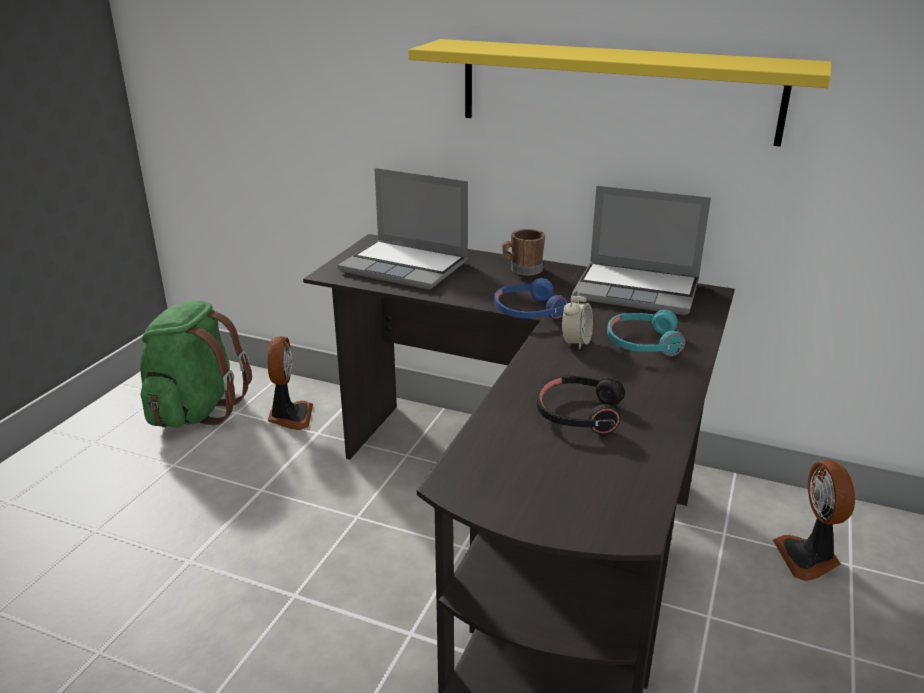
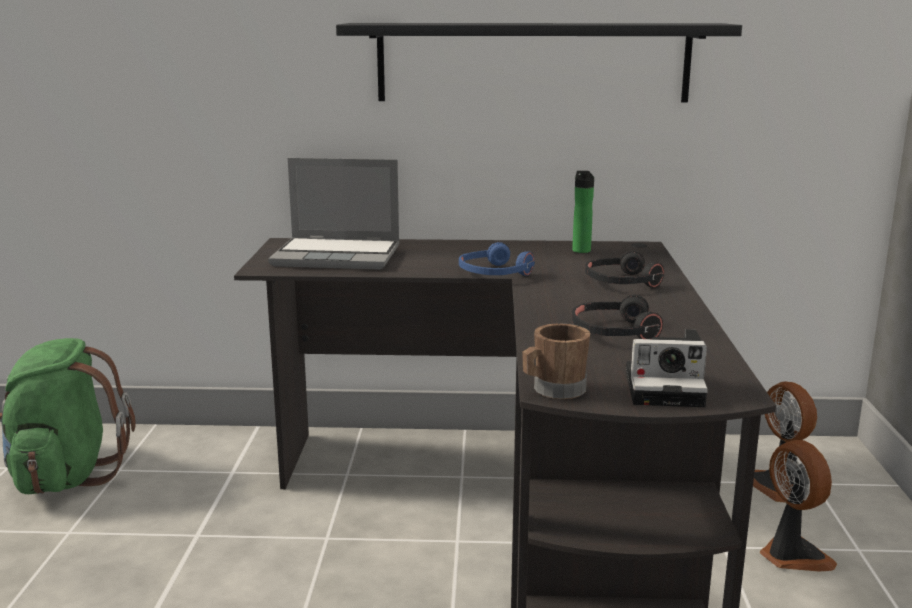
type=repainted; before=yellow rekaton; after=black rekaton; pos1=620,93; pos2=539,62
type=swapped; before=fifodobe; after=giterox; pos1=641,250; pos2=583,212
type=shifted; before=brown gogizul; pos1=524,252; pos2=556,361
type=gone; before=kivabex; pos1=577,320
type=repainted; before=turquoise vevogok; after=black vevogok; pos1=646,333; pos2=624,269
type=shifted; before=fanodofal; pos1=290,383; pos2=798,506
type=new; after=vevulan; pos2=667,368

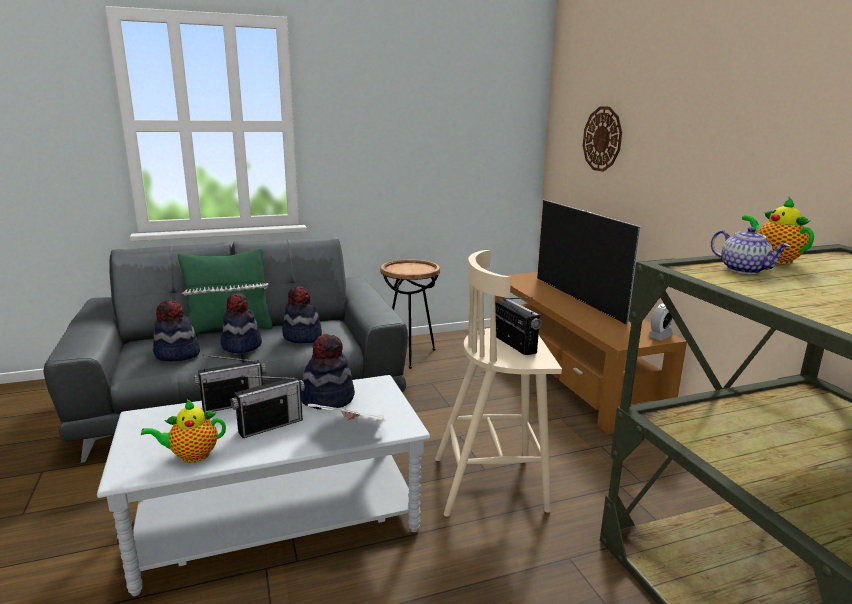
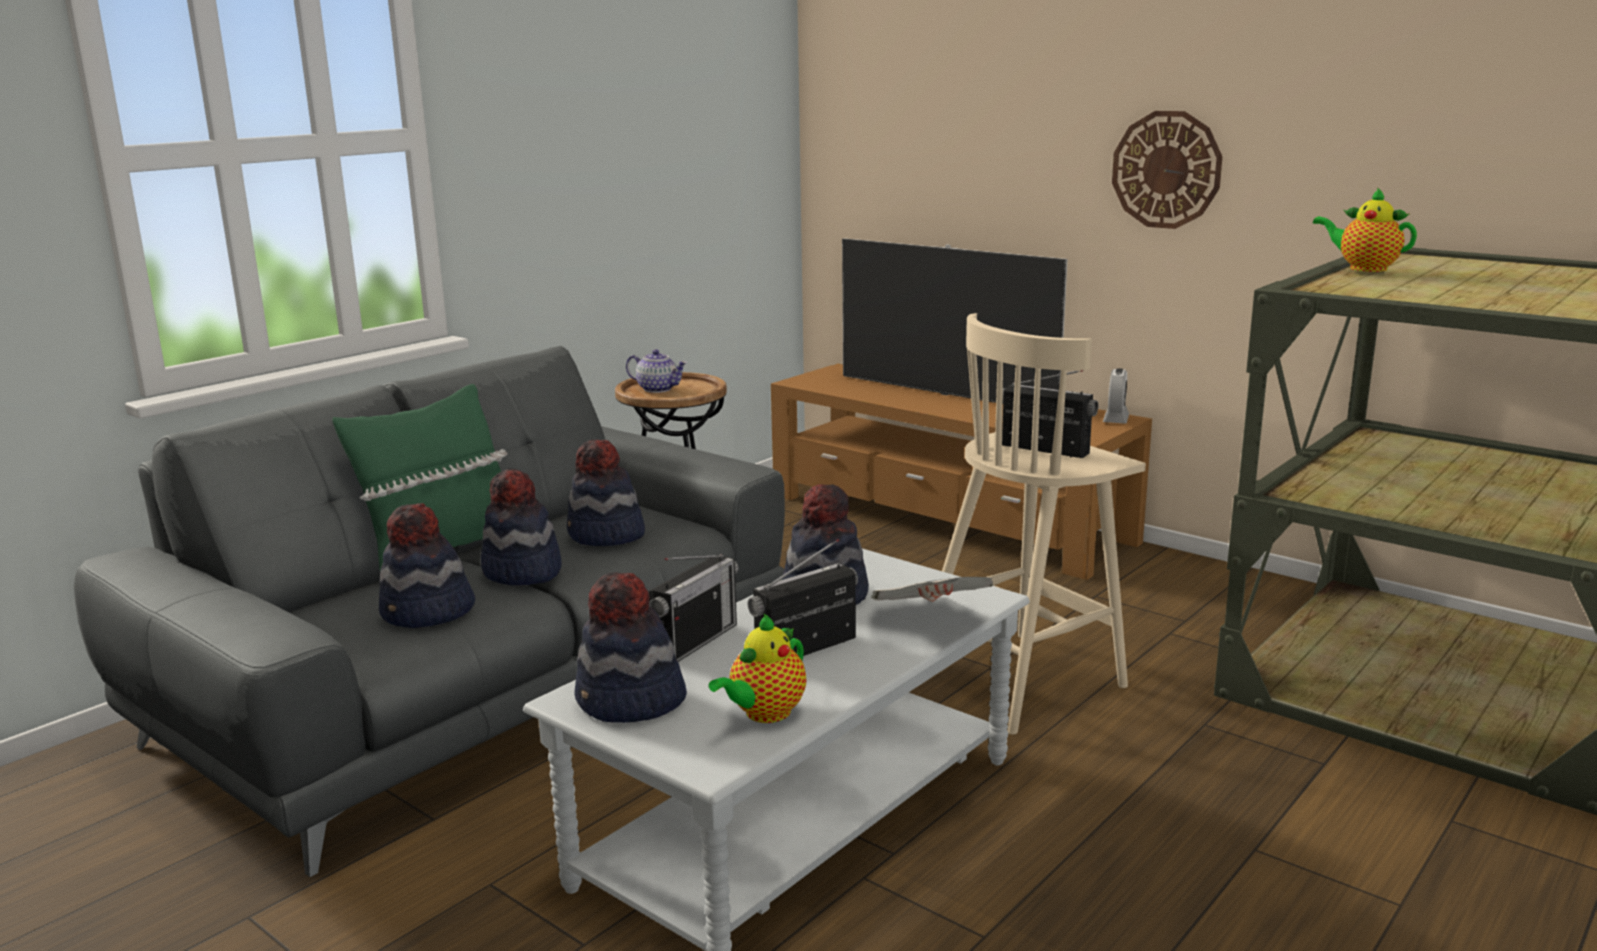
type=shifted; before=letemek; pos1=602,139; pos2=1167,170
type=shifted; before=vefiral; pos1=750,250; pos2=656,371
type=rotated; before=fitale; pos1=268,407; pos2=803,597; turn=-150
type=new; after=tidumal; pos2=630,647

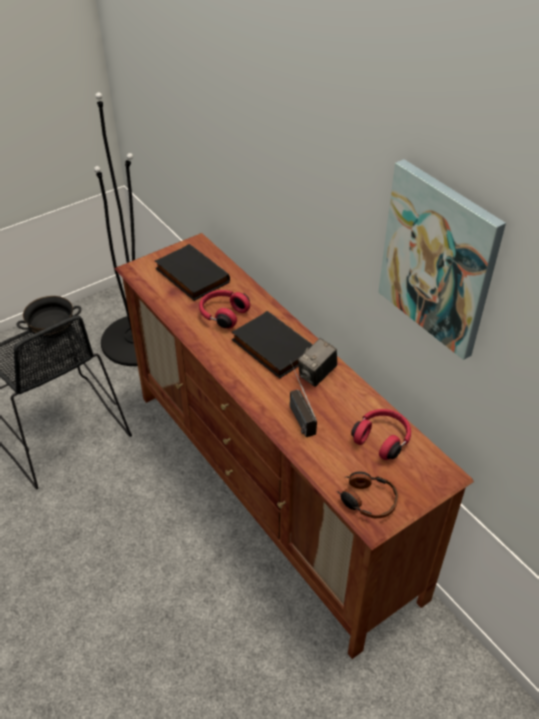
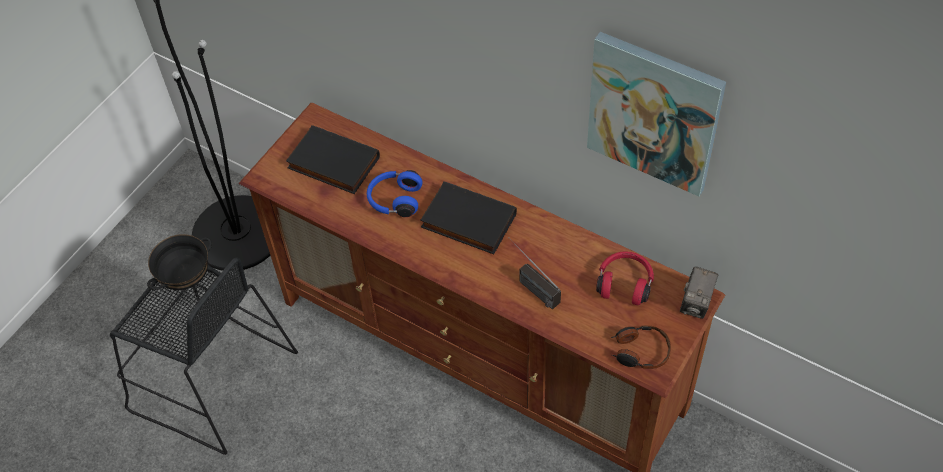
type=repainted; before=red vevogok; after=blue vevogok; pos1=224,309; pos2=394,193
type=shifted; before=vevulan; pos1=317,362; pos2=699,292

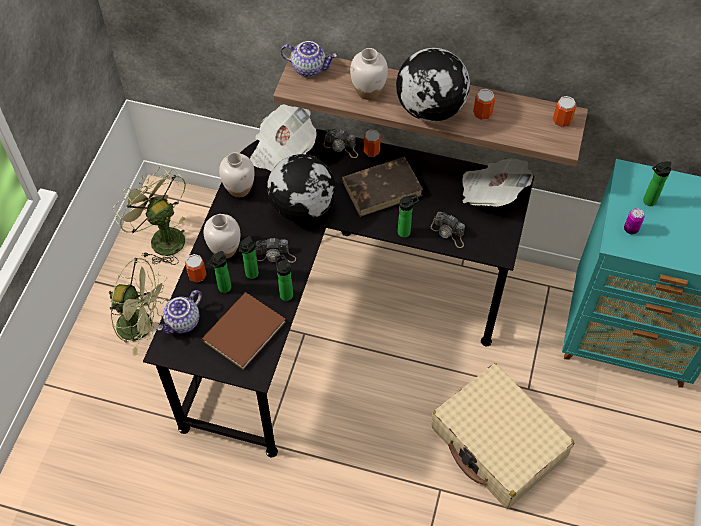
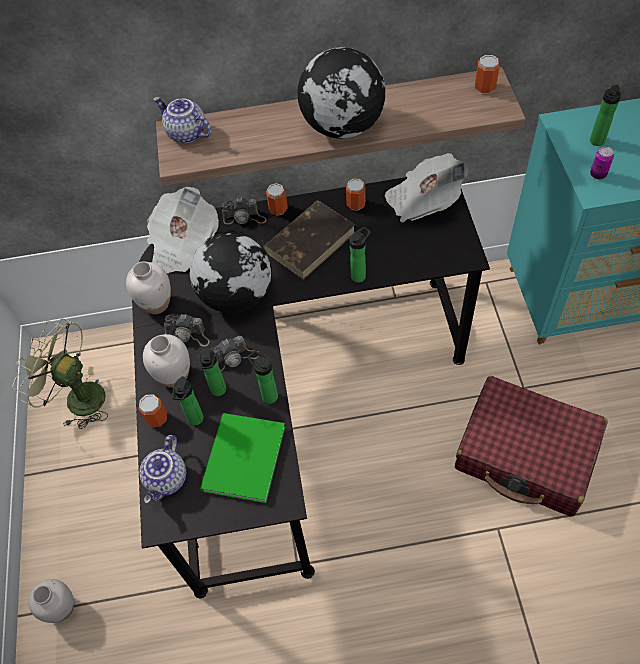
type=rotated; before=vefiral; pos1=308,59; pos2=182,120; turn=-135
type=shifted; before=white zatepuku; pos1=369,74; pos2=51,601
type=shifted; before=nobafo; pos1=484,104; pos2=356,194
type=shifted; before=vevulan; pos1=448,230; pos2=187,330
type=gone; before=green fanodofal; pos1=138,306
type=repainted; before=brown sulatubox; after=green sulatubox; pos1=244,331; pos2=242,458
type=repainted; before=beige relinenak; after=red relinenak; pos1=503,436; pos2=531,446

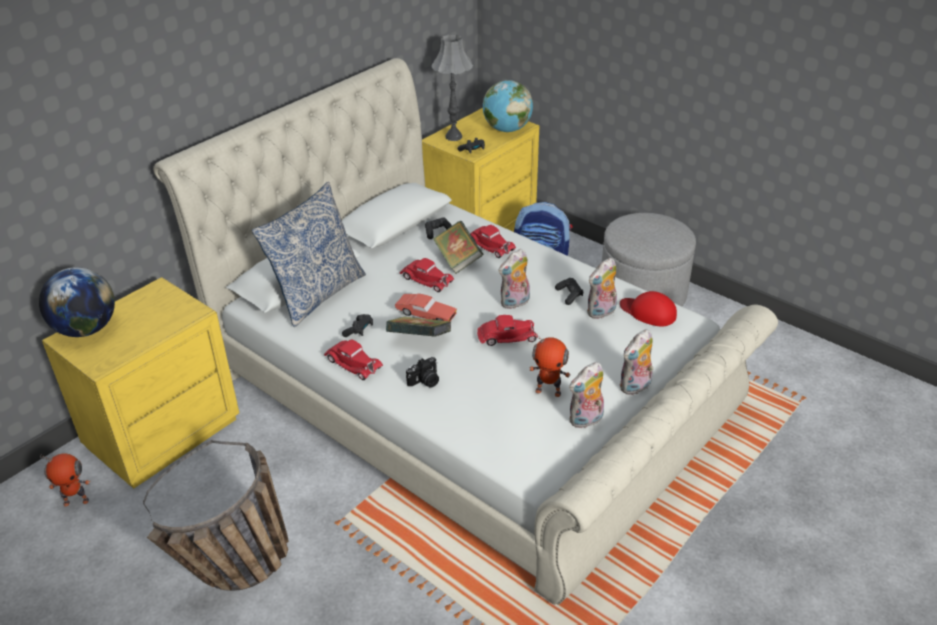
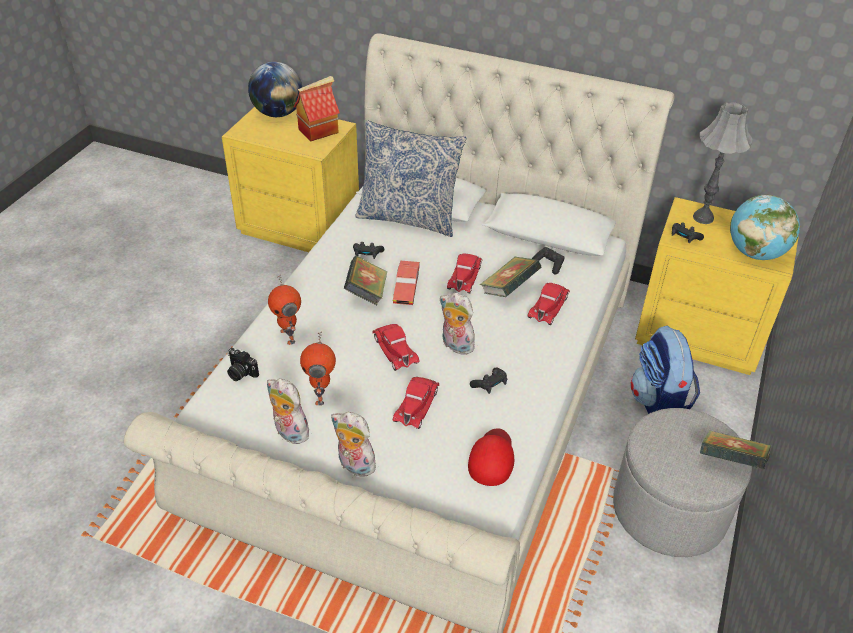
type=gone; before=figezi; pos1=602,288
type=shifted; before=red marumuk; pos1=353,359; pos2=415,403
type=shifted; before=vevulan; pos1=422,372; pos2=243,364
type=gone; before=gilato; pos1=216,515
type=shifted; before=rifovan; pos1=65,480; pos2=284,309
type=new; after=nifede; pos2=316,108
type=new; after=sulatubox; pos2=735,450

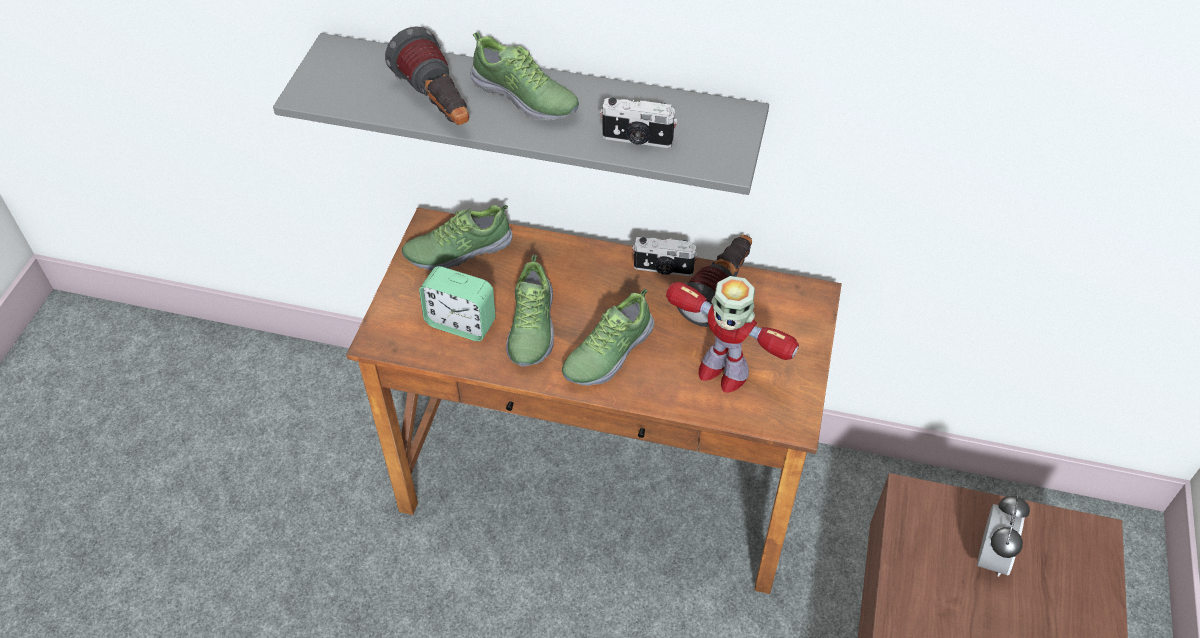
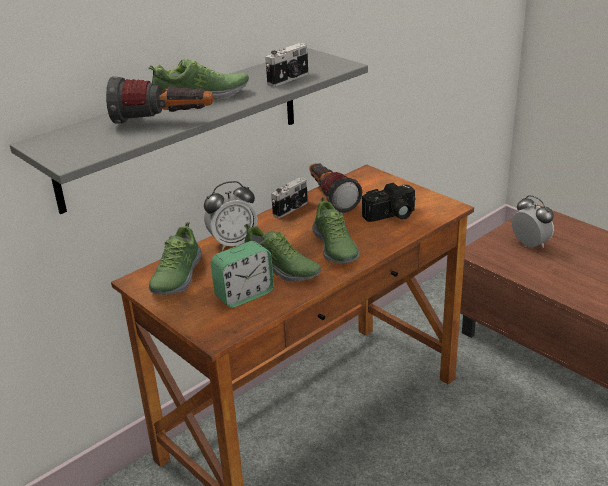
type=swapped; before=rifovan; after=vevulan; pos1=732,334; pos2=389,202
type=new; after=kivabex; pos2=230,216

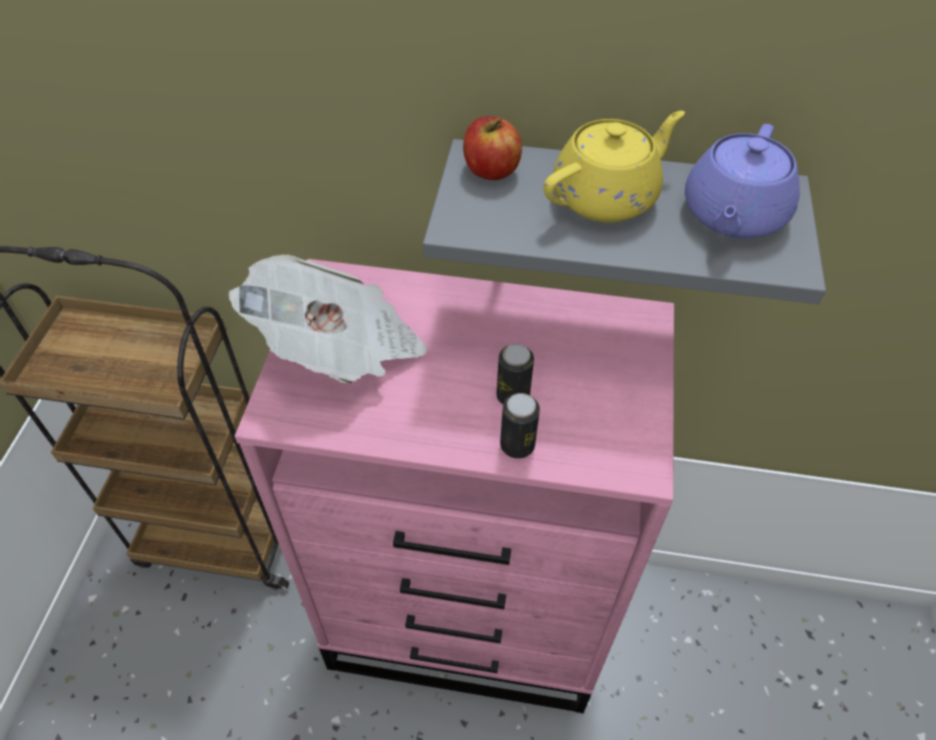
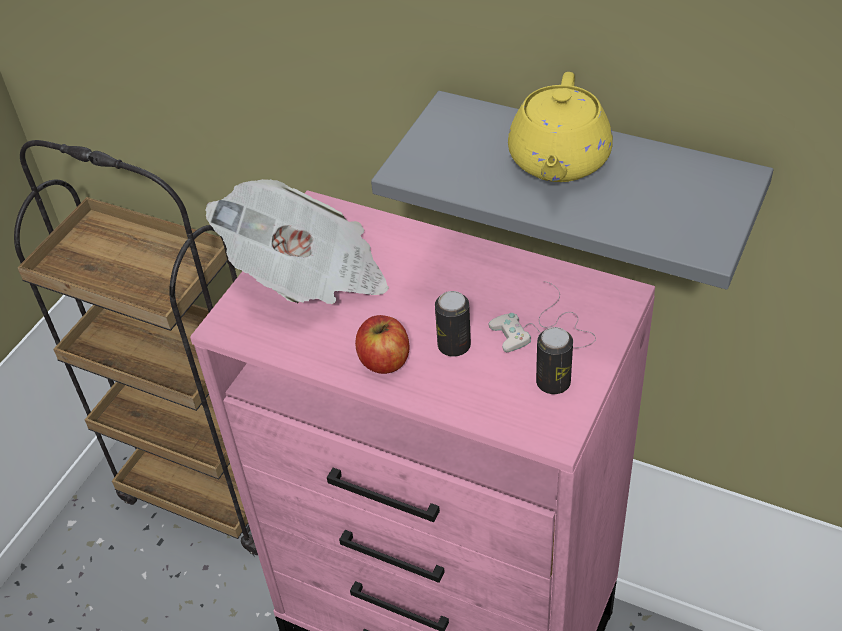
type=rotated; before=yellow vefiral; pos1=614,166; pos2=560,127; turn=120
type=shifted; before=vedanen; pos1=492,148; pos2=382,344
type=gone; before=purple vefiral; pos1=742,181
type=shifted; before=nobafo; pos1=520,425; pos2=554,360
type=new; after=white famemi; pos2=542,316

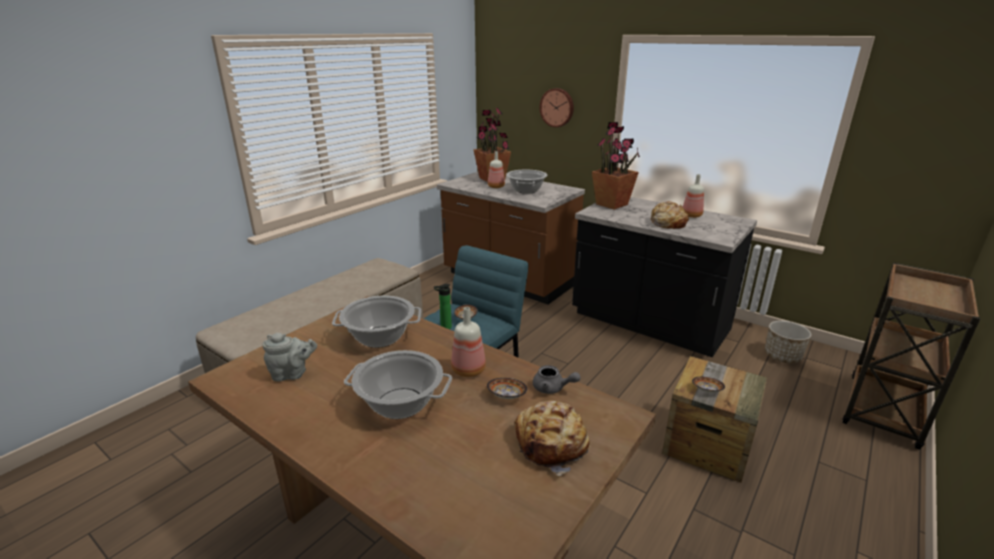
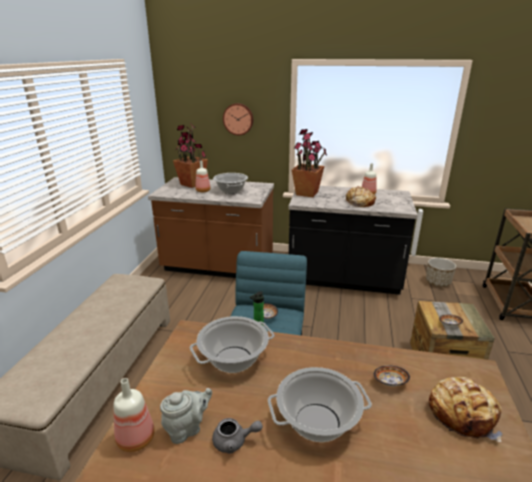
type=shifted; before=giterox; pos1=468,342; pos2=134,415
type=shifted; before=grey vefiral; pos1=556,379; pos2=237,436

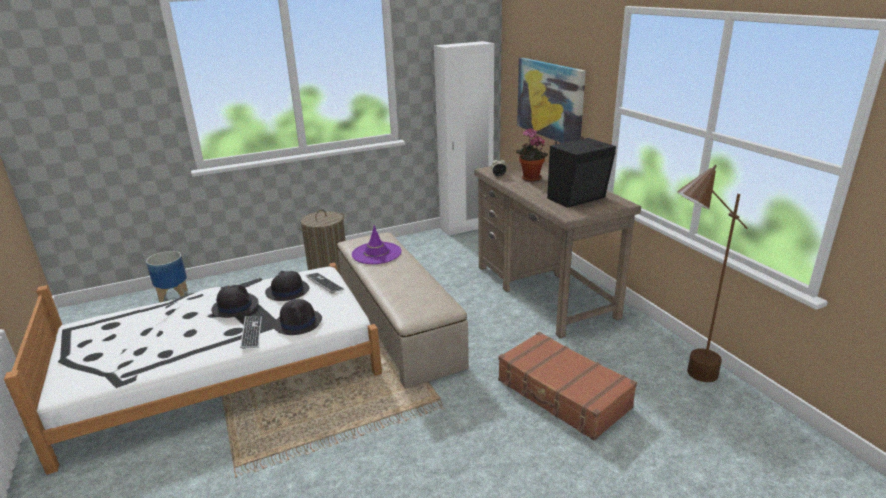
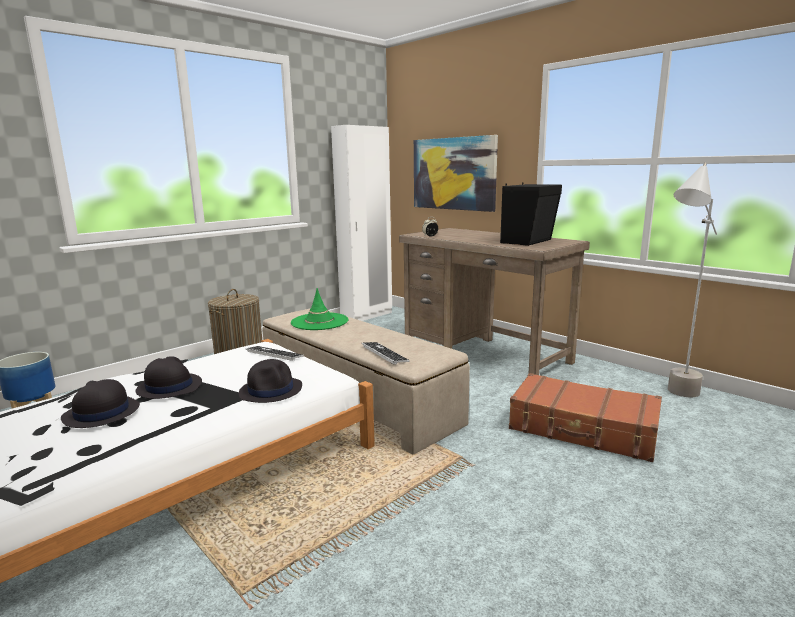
type=gone; before=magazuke; pos1=532,154
type=repainted; before=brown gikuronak; after=grey gikuronak; pos1=712,273; pos2=692,280
type=repainted; before=purple tidumal; after=green tidumal; pos1=376,244; pos2=319,309
type=shifted; before=black tidumal; pos1=287,286; pos2=100,403
type=shifted; before=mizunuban; pos1=251,332; pos2=385,353

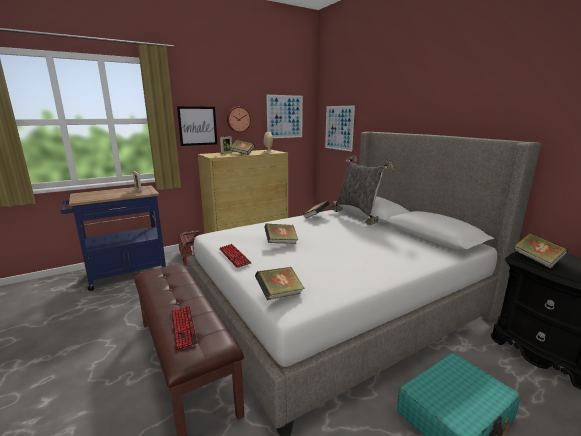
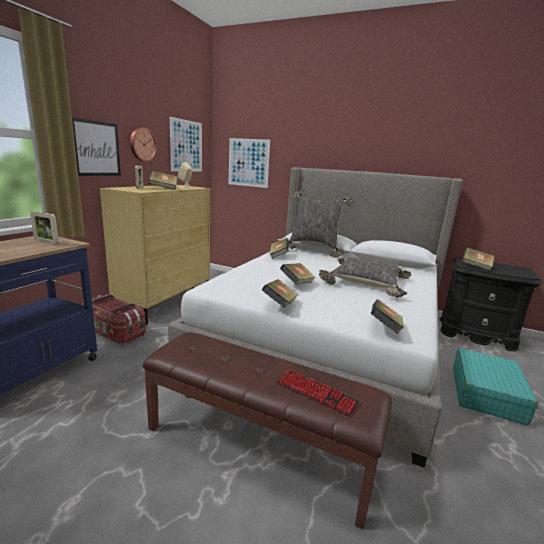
type=swapped; before=mizunuban; after=sulatubox; pos1=235,256; pos2=280,293
type=new; after=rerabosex; pos2=365,278

